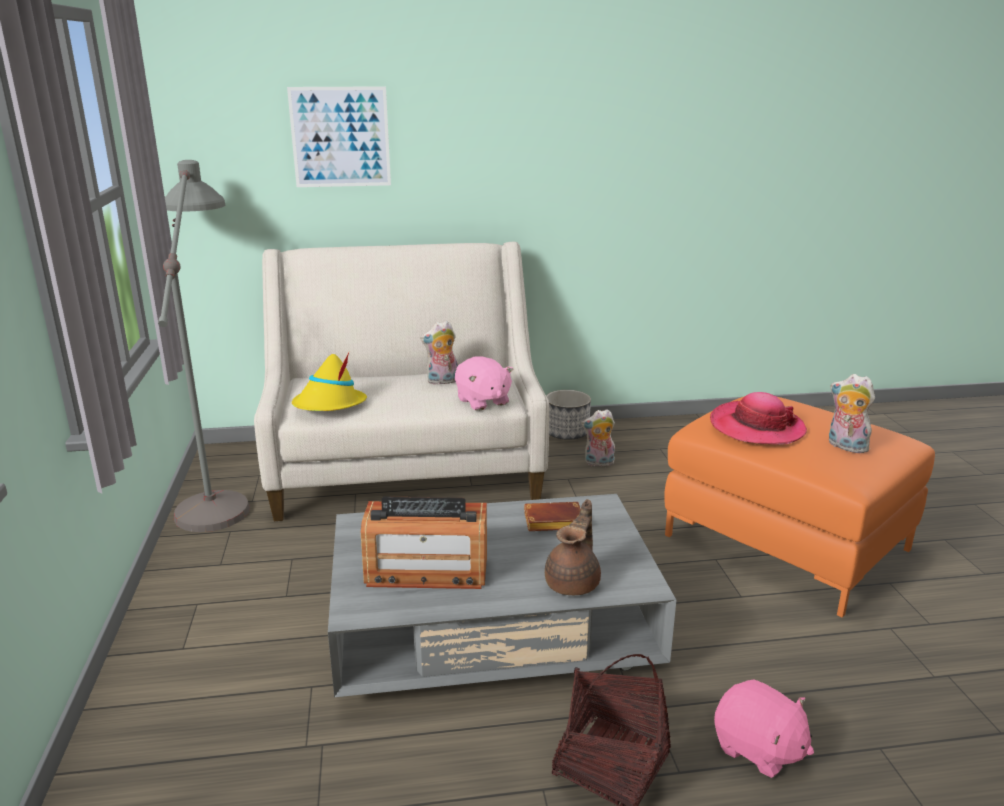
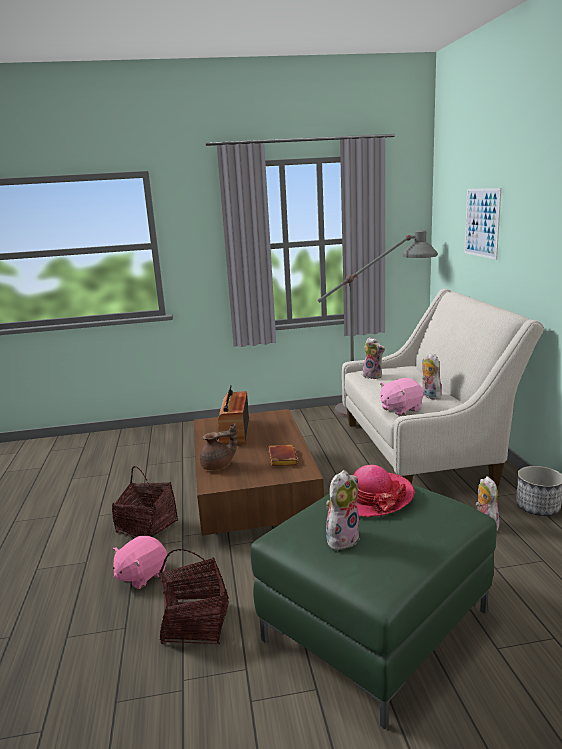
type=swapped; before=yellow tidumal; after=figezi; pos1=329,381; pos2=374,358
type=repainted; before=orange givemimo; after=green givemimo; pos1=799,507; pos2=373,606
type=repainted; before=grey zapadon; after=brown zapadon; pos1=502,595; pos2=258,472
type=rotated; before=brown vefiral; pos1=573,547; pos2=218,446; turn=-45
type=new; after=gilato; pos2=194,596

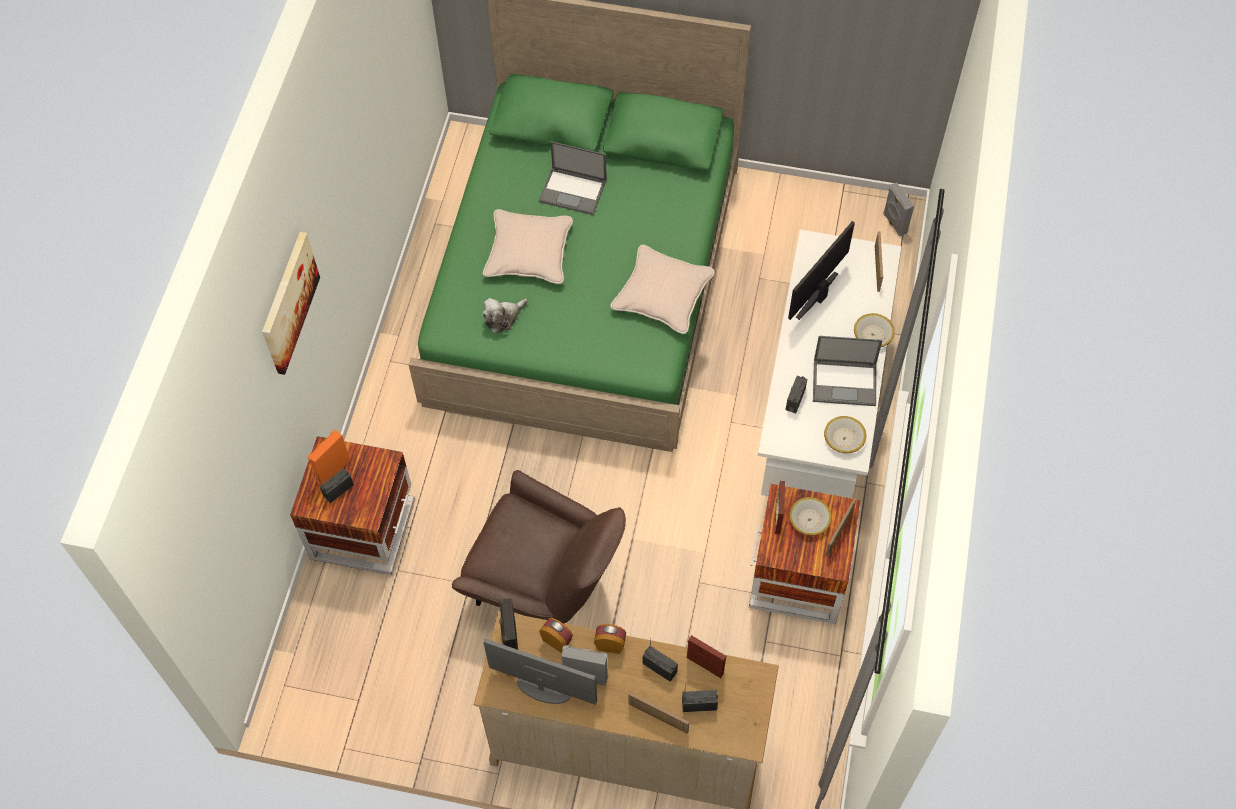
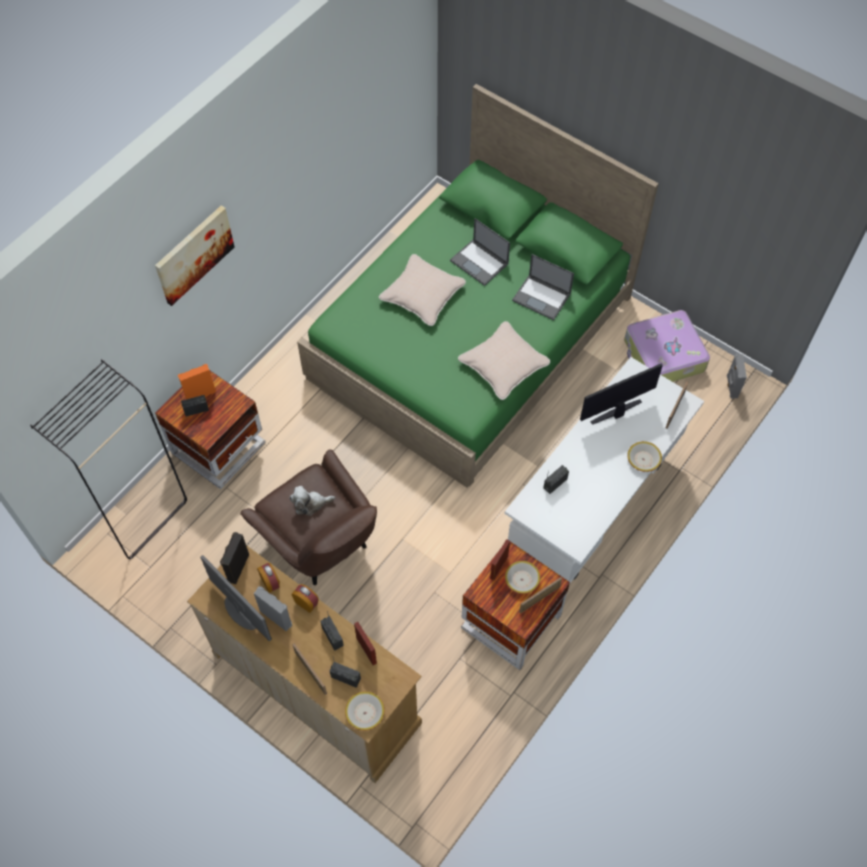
type=shifted; before=figezi; pos1=505,316; pos2=312,501
type=shifted; before=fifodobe; pos1=847,371; pos2=543,287
type=shifted; before=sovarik; pos1=845,434; pos2=365,711
type=new; after=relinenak; pos2=667,346
type=new; after=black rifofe; pos2=108,459

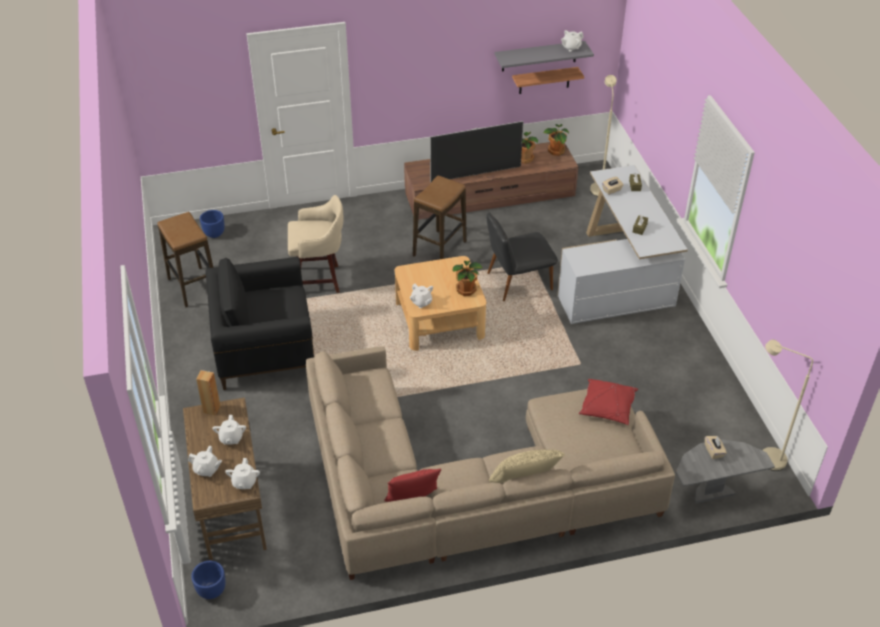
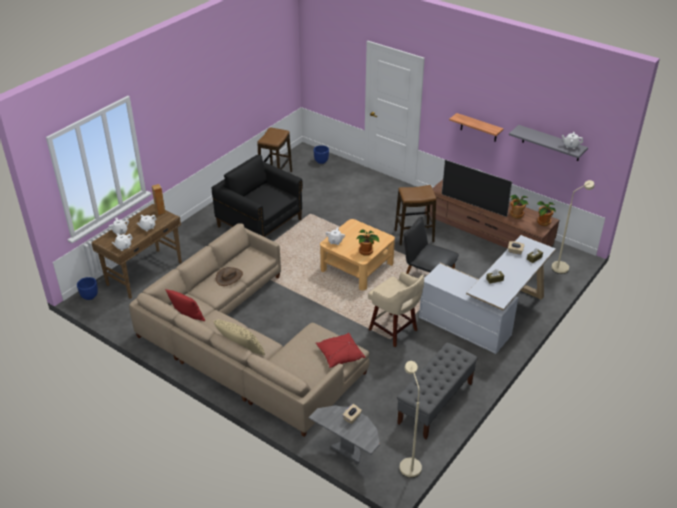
type=shifted; before=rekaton; pos1=548,80; pos2=476,127
type=shifted; before=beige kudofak; pos1=316,244; pos2=396,309
type=new; after=brown tidumal; pos2=229,276
type=new; after=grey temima; pos2=437,390

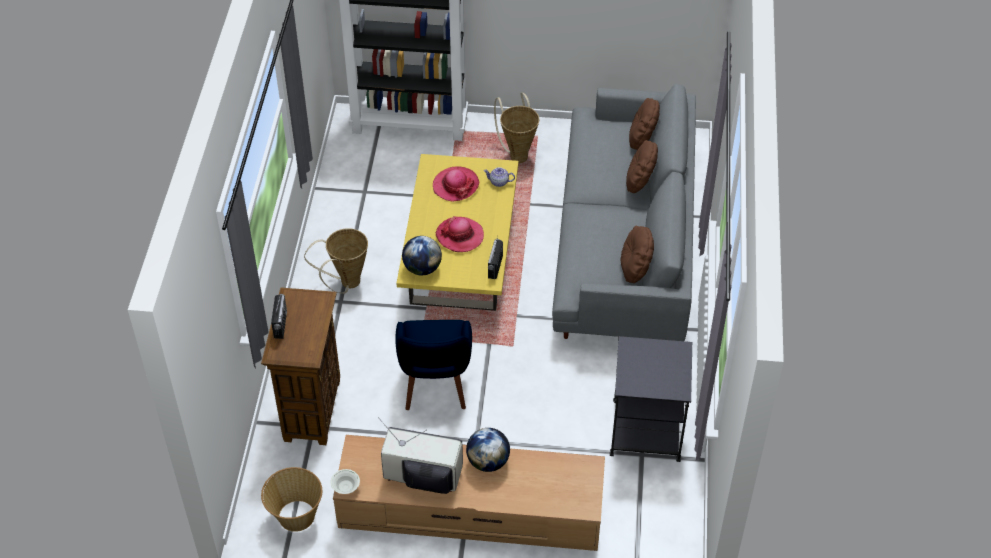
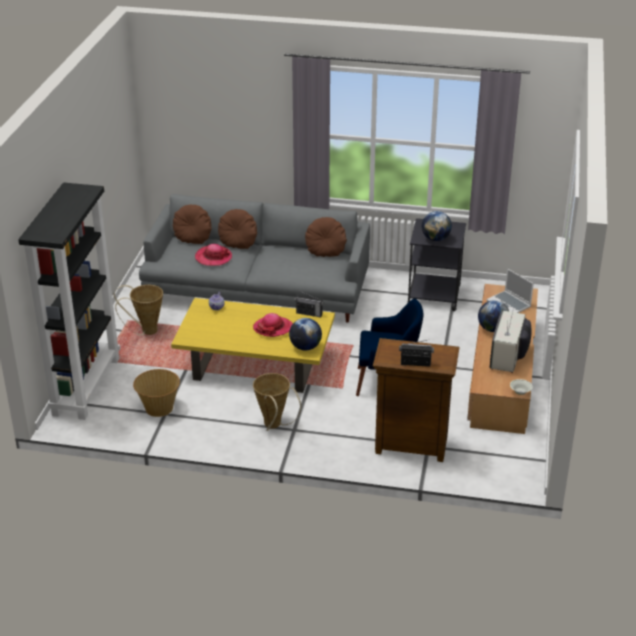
type=shifted; before=tidumal; pos1=456,184; pos2=213,255
type=shifted; before=gilato; pos1=291,499; pos2=156,393
type=new; after=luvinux; pos2=437,226
type=new; after=fifodobe; pos2=510,290

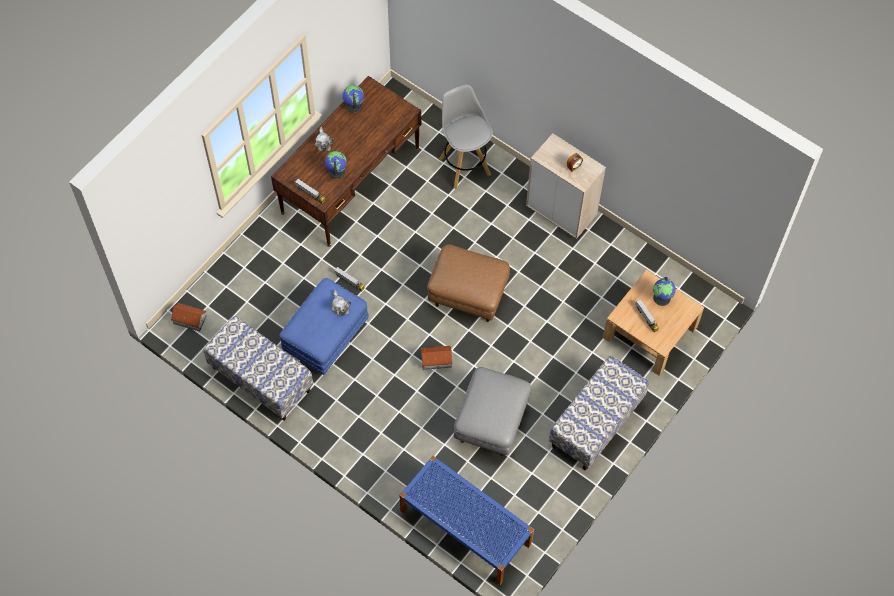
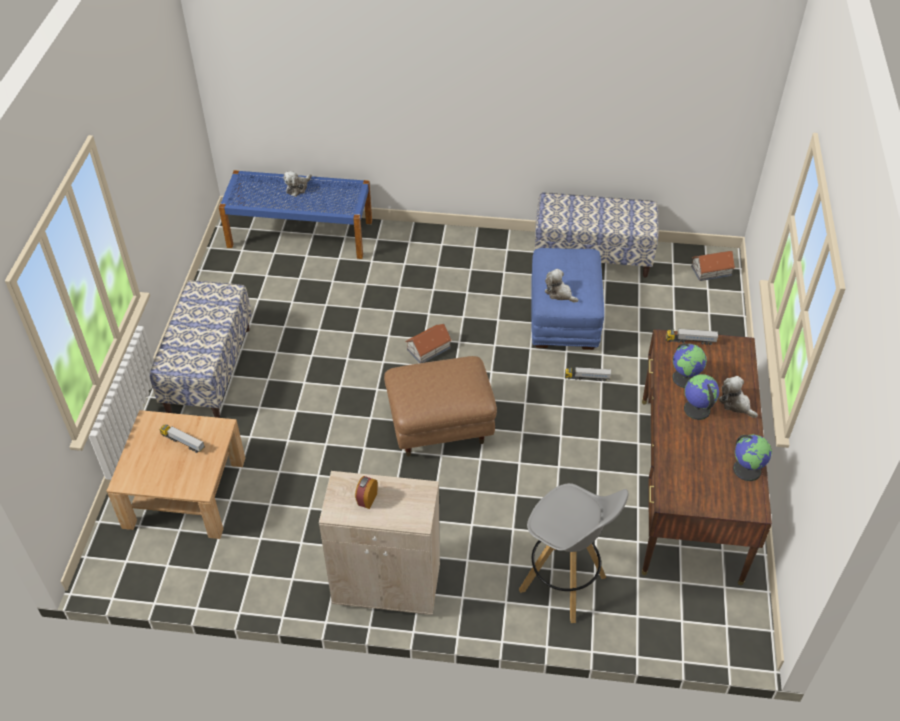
type=shifted; before=luvinux; pos1=664,291; pos2=701,397
type=gone; before=grey givemimo; pos1=492,411
type=new; after=figezi; pos2=297,184

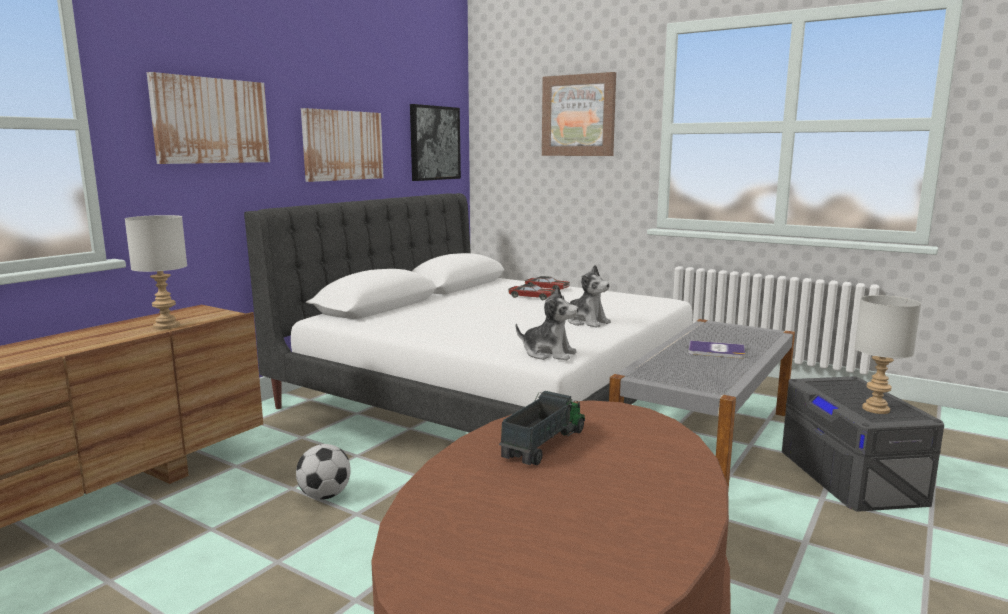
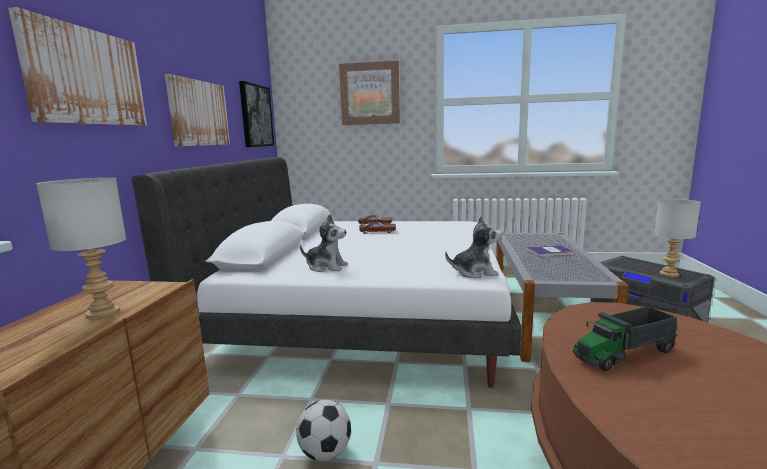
type=shifted; before=figezi; pos1=586,296; pos2=324,243
type=rotated; before=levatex; pos1=542,428; pos2=625,339; turn=-120

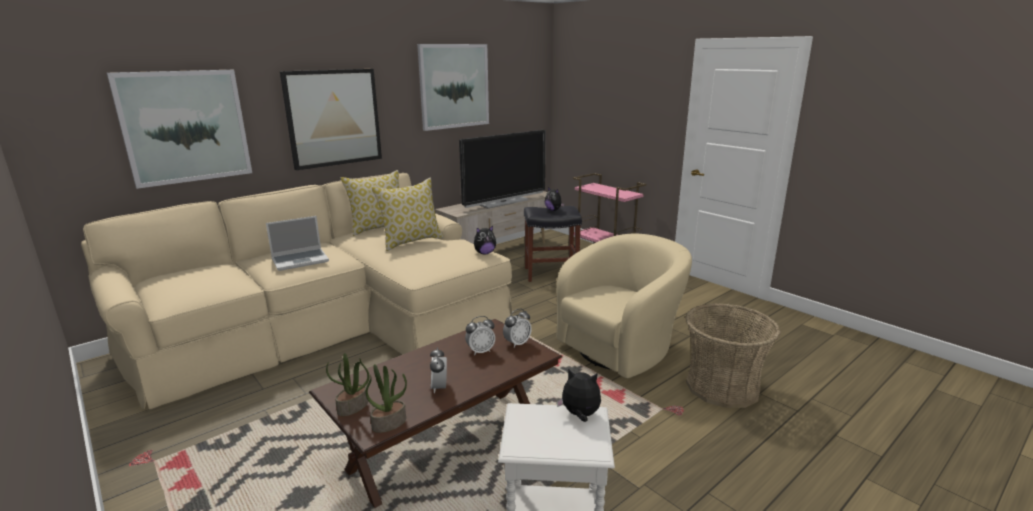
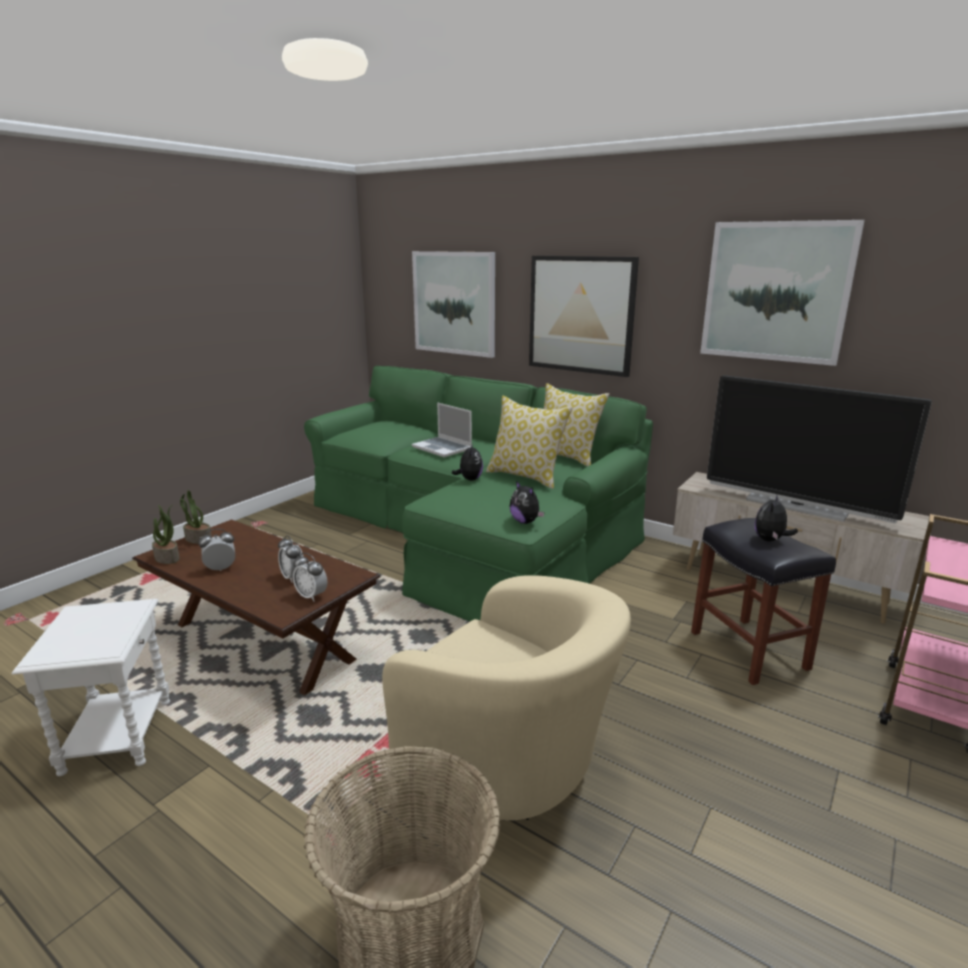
type=repainted; before=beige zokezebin; after=green zokezebin; pos1=297,291; pos2=478,493
type=shifted; before=figezi; pos1=578,395; pos2=467,462

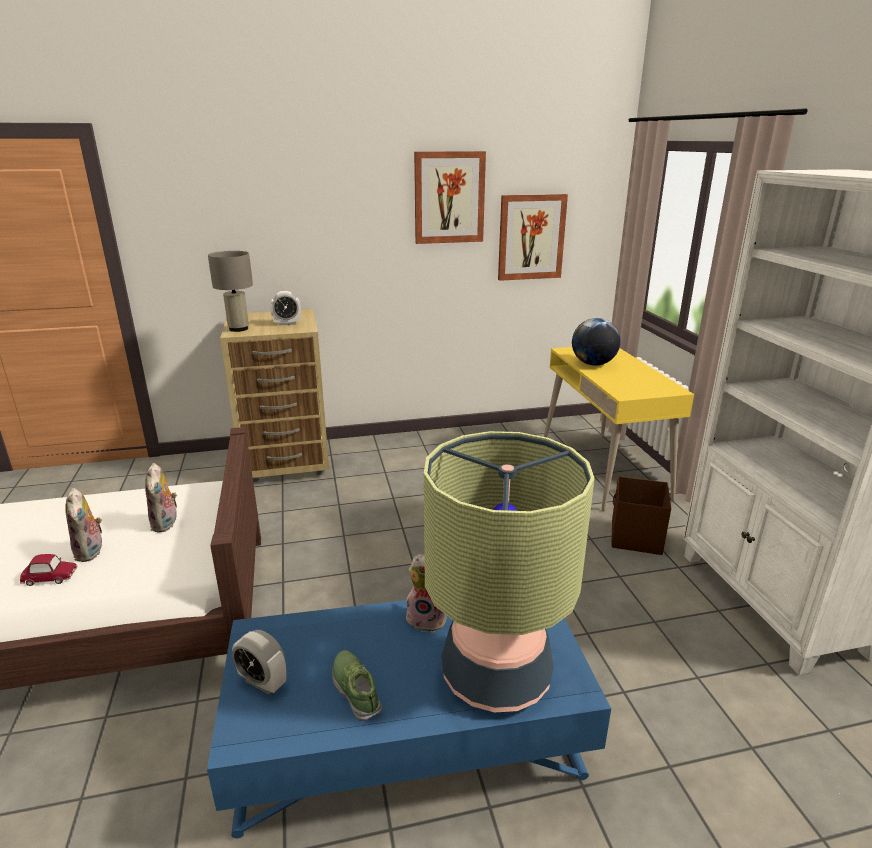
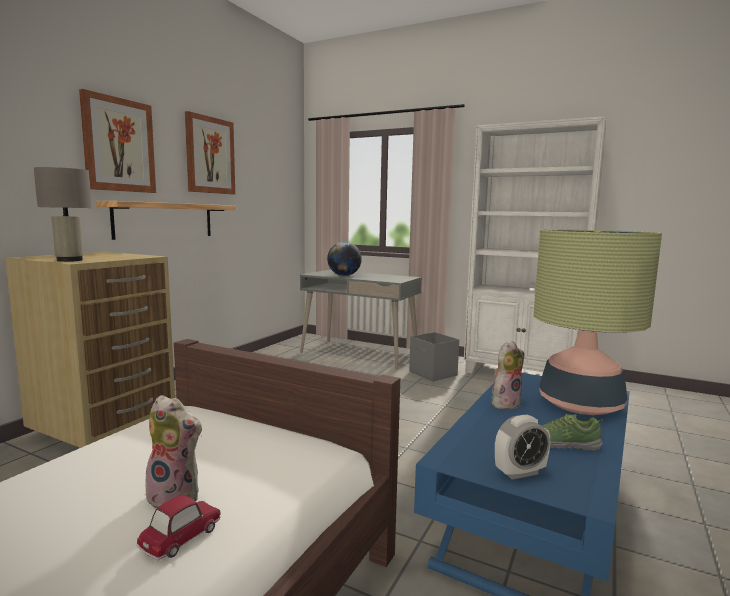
type=shifted; before=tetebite; pos1=533,237; pos2=117,141
type=gone; before=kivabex; pos1=285,308
type=repainted; before=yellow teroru; after=grey teroru; pos1=619,429; pos2=361,320
type=gone; before=figezi; pos1=161,497
type=repainted; before=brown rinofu; after=grey rinofu; pos1=641,515; pos2=434,356
type=new; after=rekaton; pos2=166,220

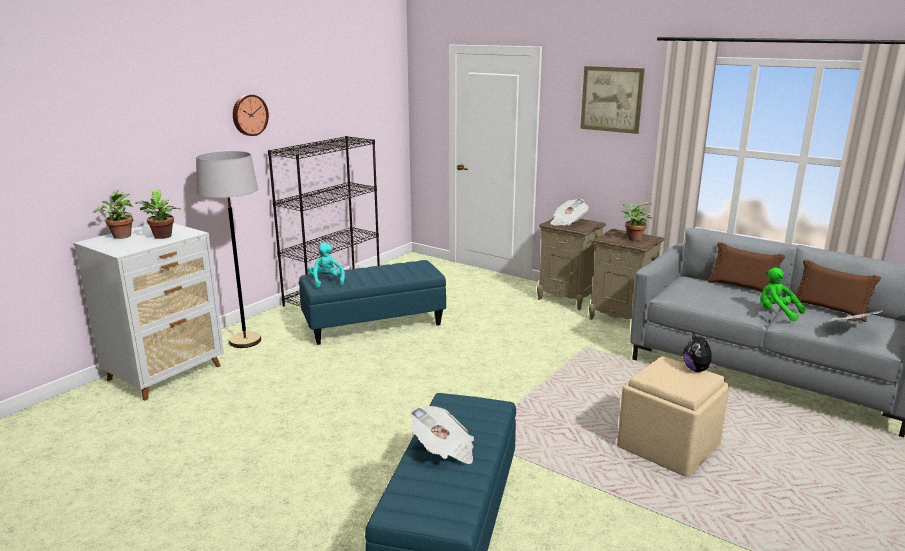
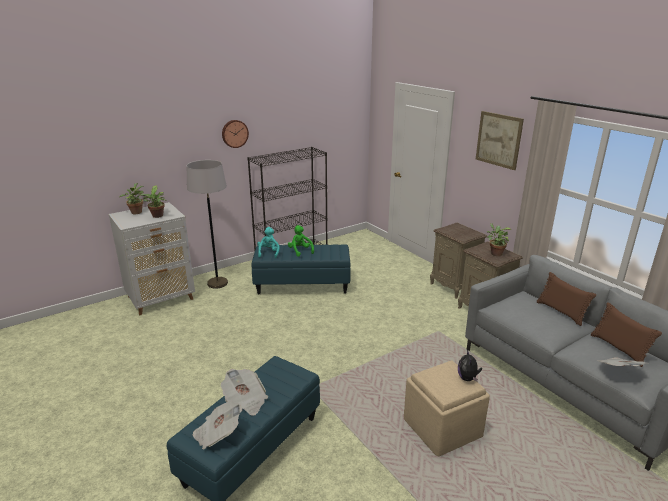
type=shifted; before=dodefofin; pos1=569,212; pos2=217,425
type=shifted; before=green figezi; pos1=783,294; pos2=301,241

